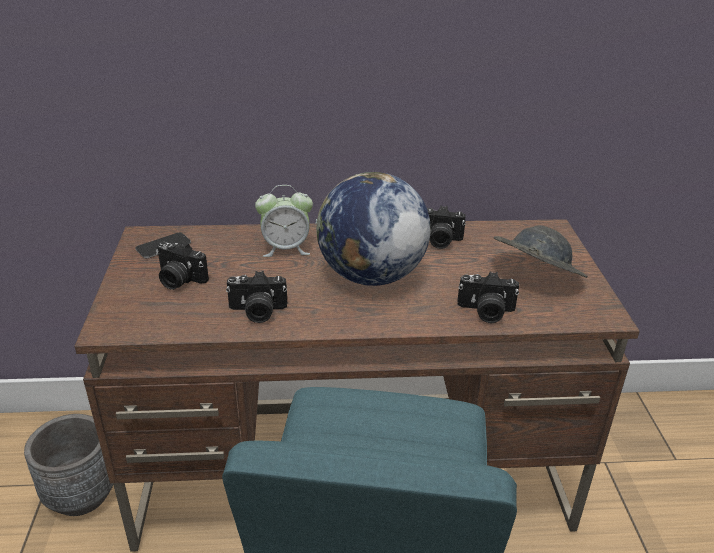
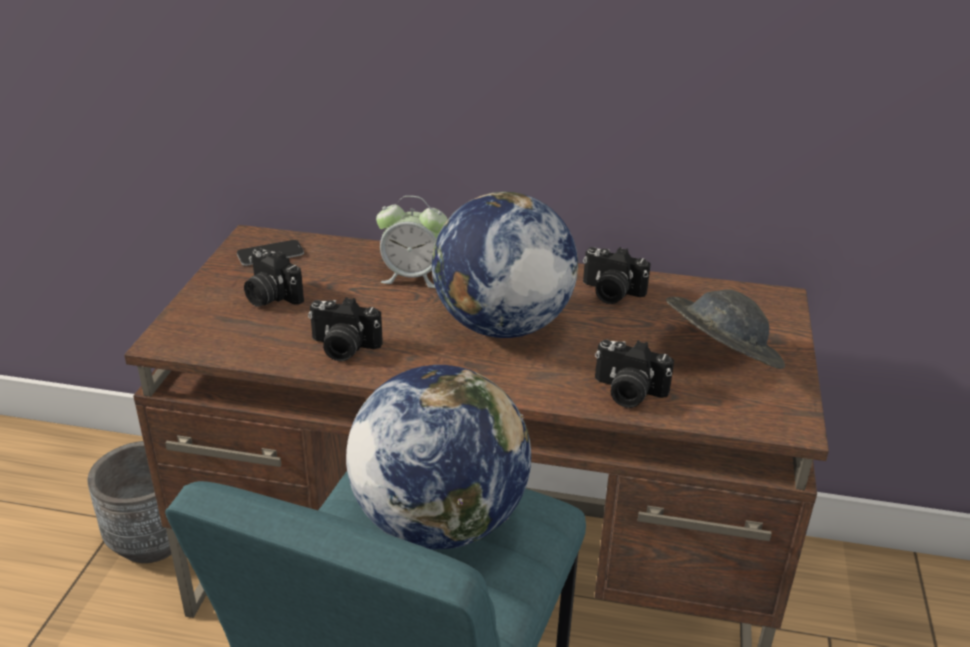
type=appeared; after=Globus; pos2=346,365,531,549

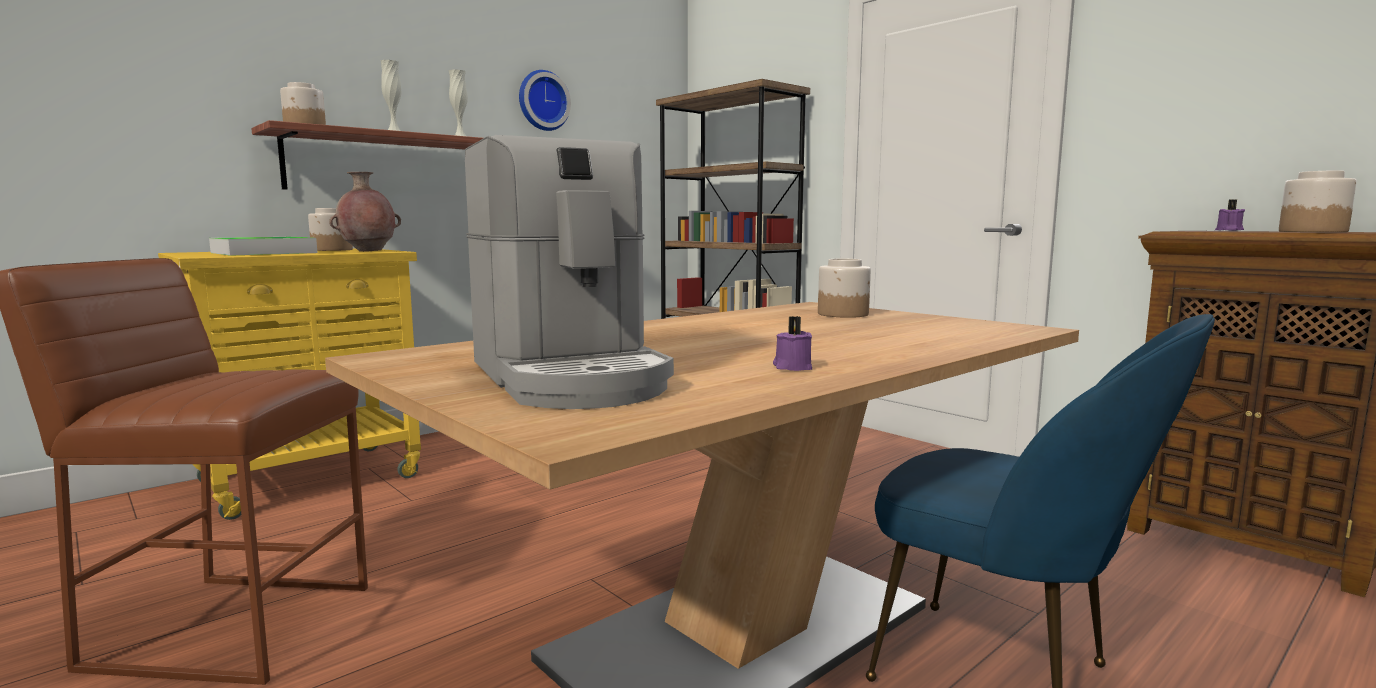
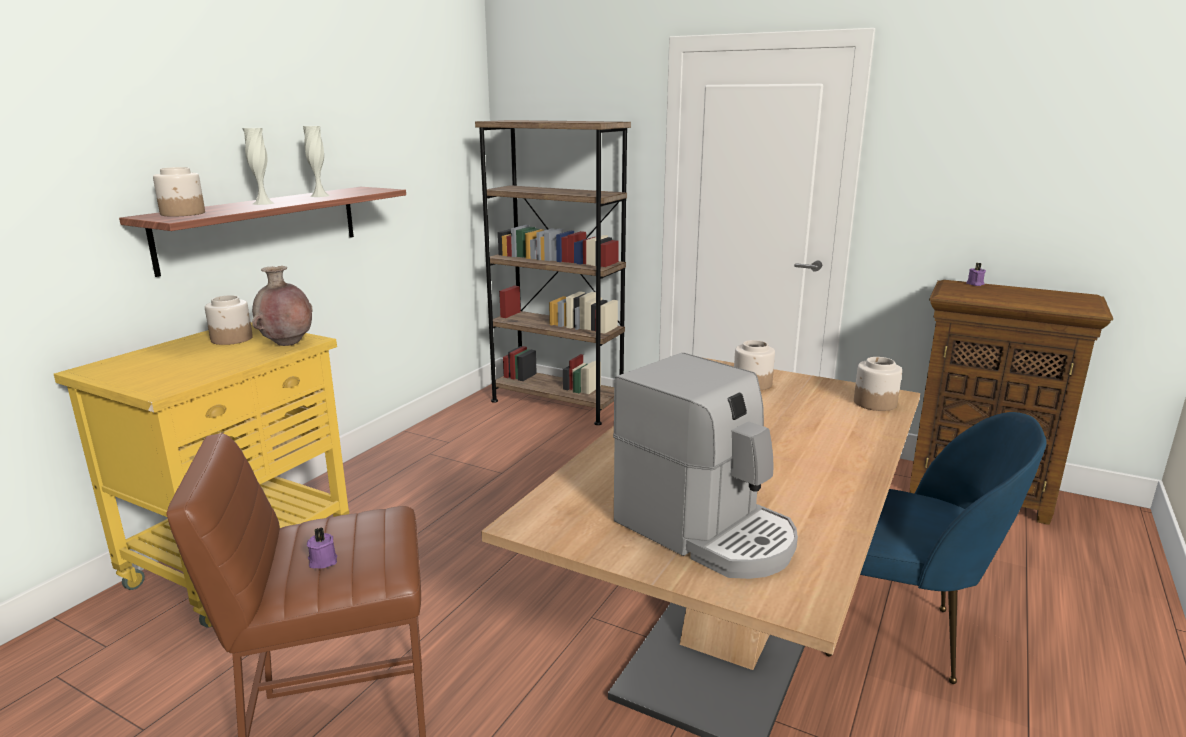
type=missing; before=Tablett; pos1=209,237,318,256
type=missing; before=Wanduhr; pos1=519,70,571,131
type=relocated; before=Kerze/lila; pos1=773,316,812,371; pos2=307,527,337,568
type=relocated; before=Vorratsglas; pos1=1279,170,1357,232; pos2=854,357,902,411

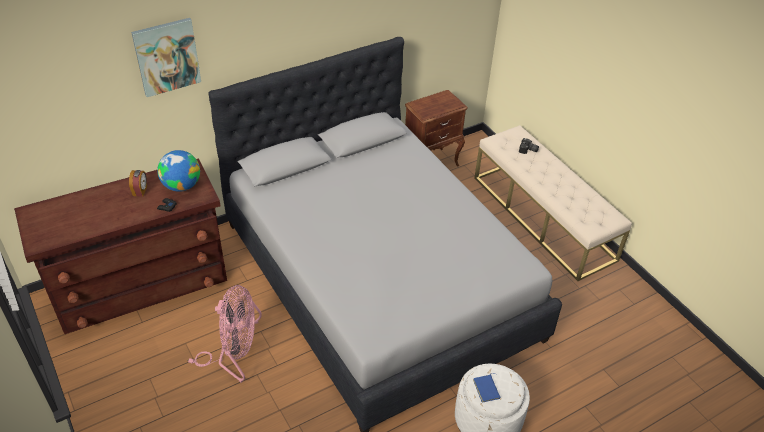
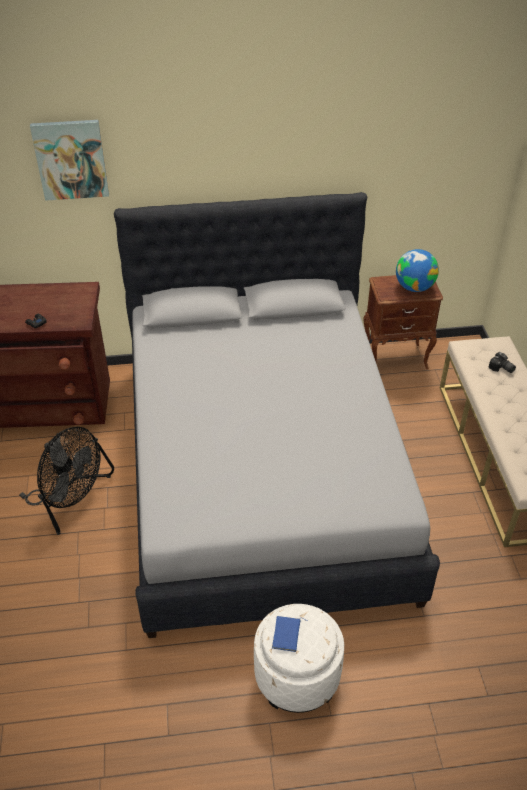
type=missing; before=Wecker; pos1=129,170,147,197
type=relocated; before=Globus; pos1=157,150,200,192; pos2=396,249,439,292
type=colour; before=Ventilator/rosa; after=Ventilator/schwarz; pos1=187,285,262,383; pos2=19,427,114,535

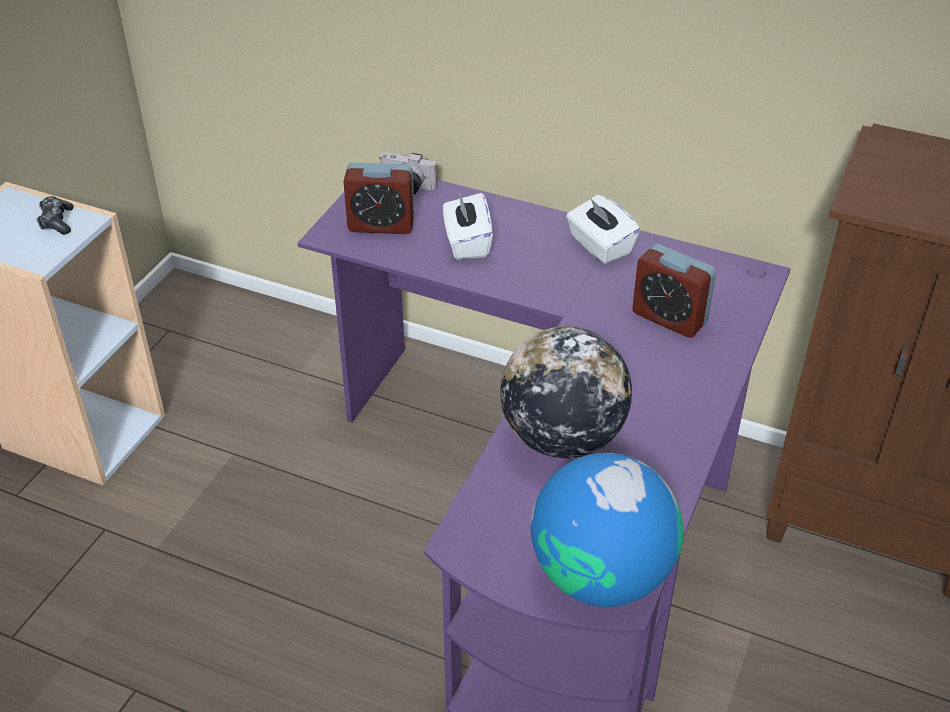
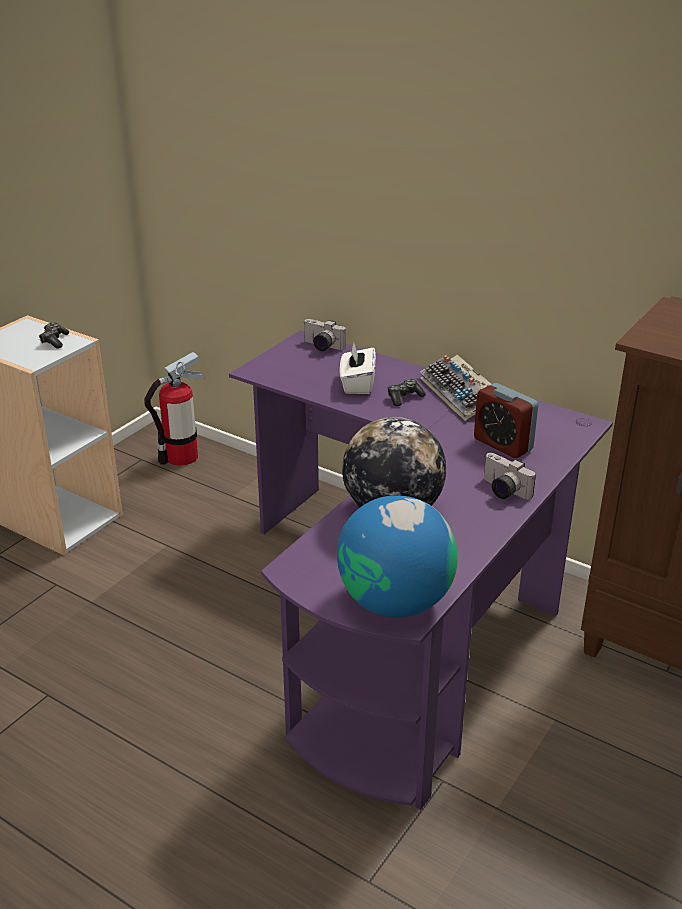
type=missing; before=Wecker; pos1=343,163,415,234
type=exchanged; before=Taschentuchbox/weiß; after=Tastatur; pos1=566,195,640,264; pos2=420,355,491,421
type=appeared; after=Feuerlöscher; pos2=144,352,204,466
type=appeared; after=Gamepad; pos2=387,379,426,406
type=appeared; after=Kamera; pos2=484,453,536,500

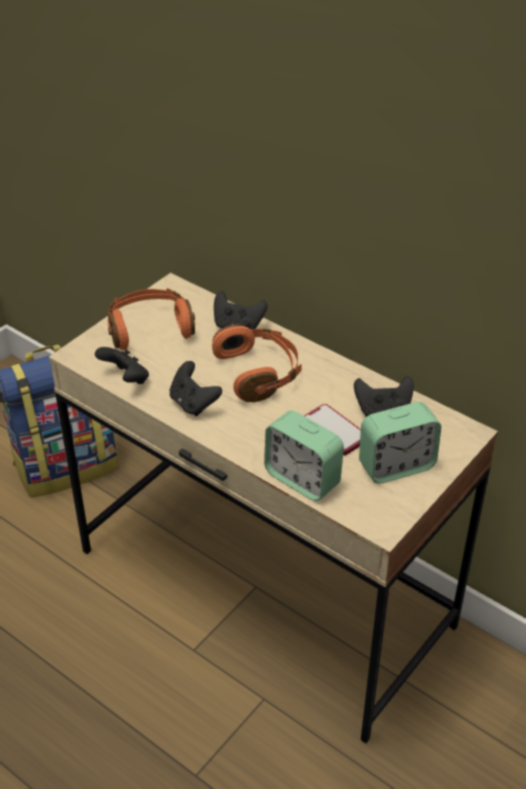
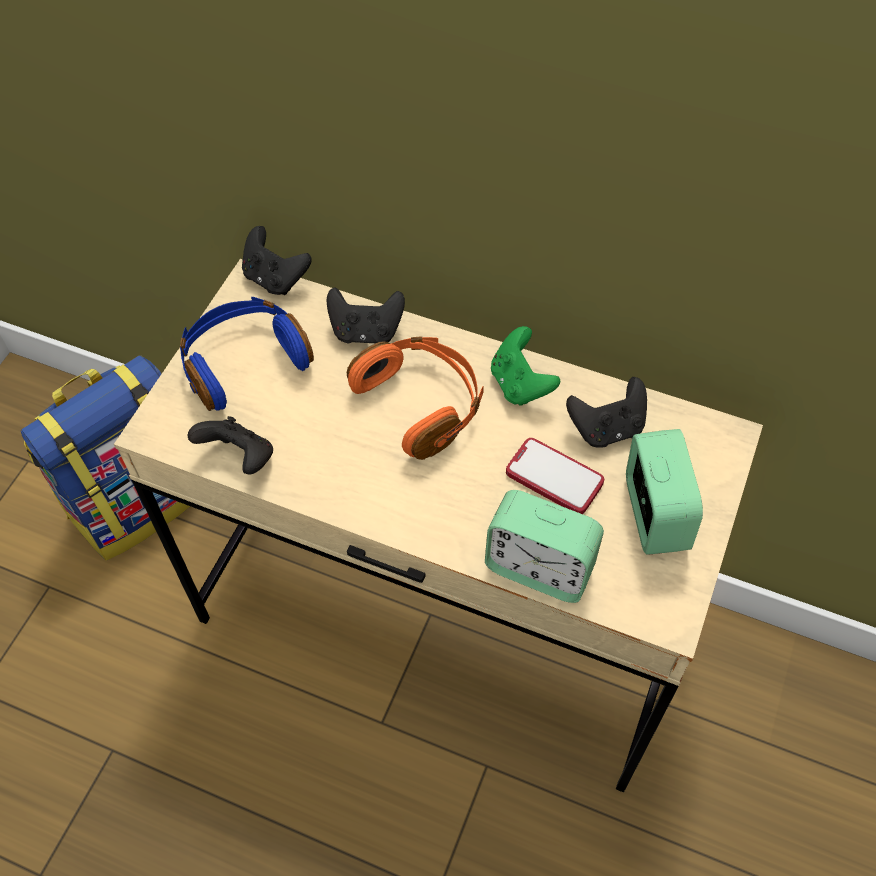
type=colour; before=Kopfhörer/orange; after=Kopfhörer/blau; pos1=108,288,195,350; pos2=180,297,314,411
type=relocated; before=Gamepad/schwarz; pos1=170,361,222,416; pos2=242,226,312,295
type=spun; before=Wecker; pos1=359,402,441,484; pos2=626,429,703,555; turn=-60
type=appeared; after=Gamepad/grün; pos2=491,326,560,406

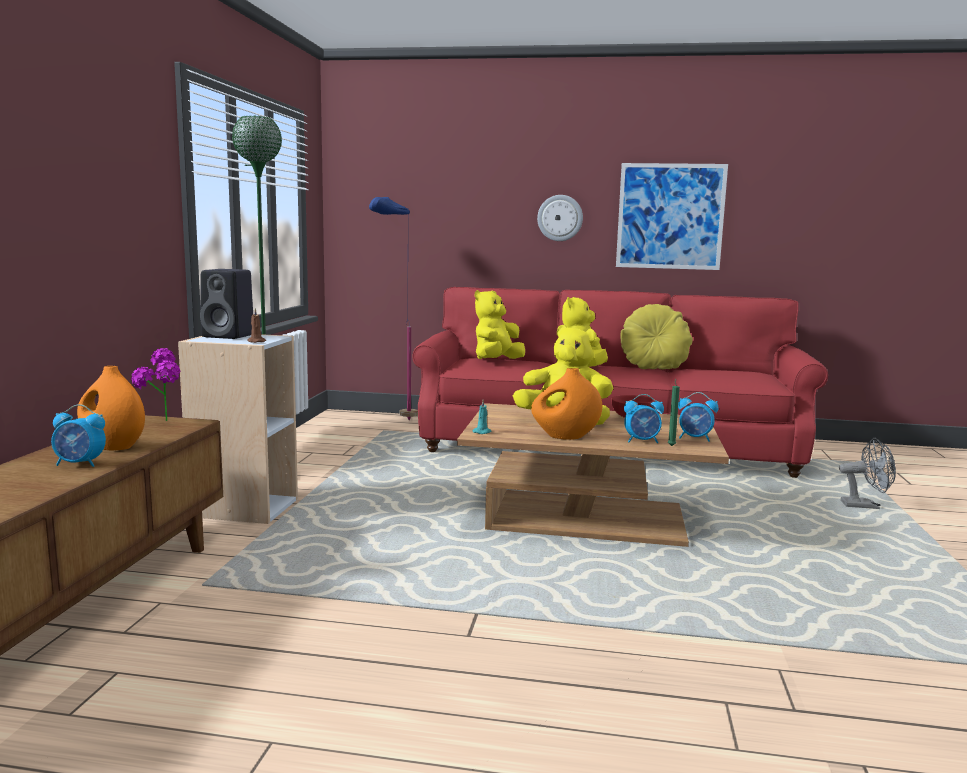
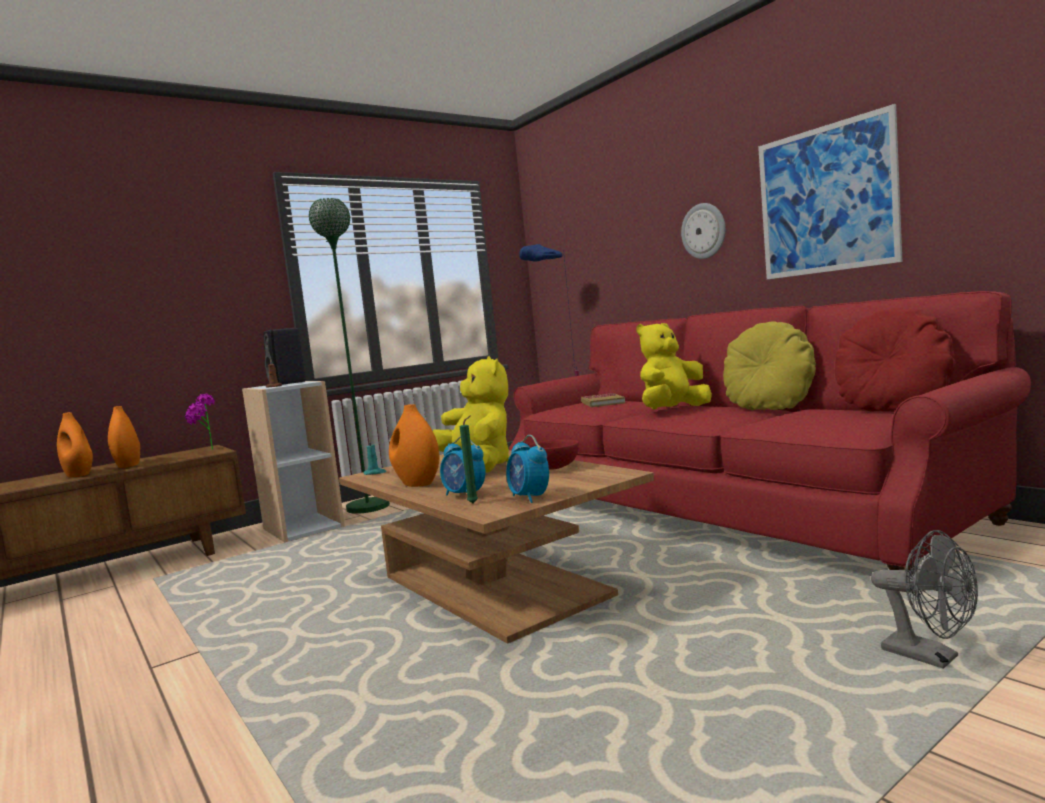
type=exchanged; before=Wecker; after=Vase/orange; pos1=51,404,106,467; pos2=57,412,93,478
type=exchanged; before=Plüschtier/gelb; after=Buch; pos1=475,290,525,359; pos2=581,393,625,407
type=appeared; after=Kissen/rot; pos2=835,308,956,411

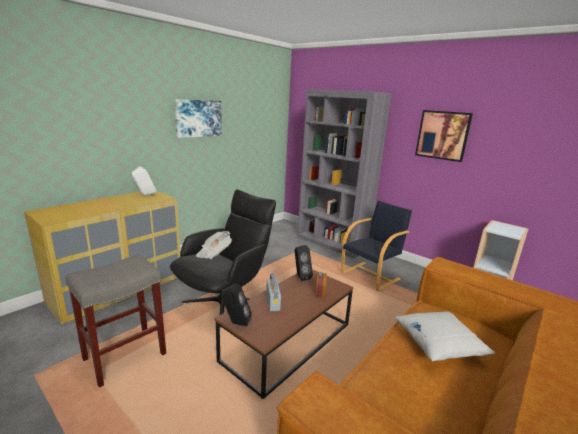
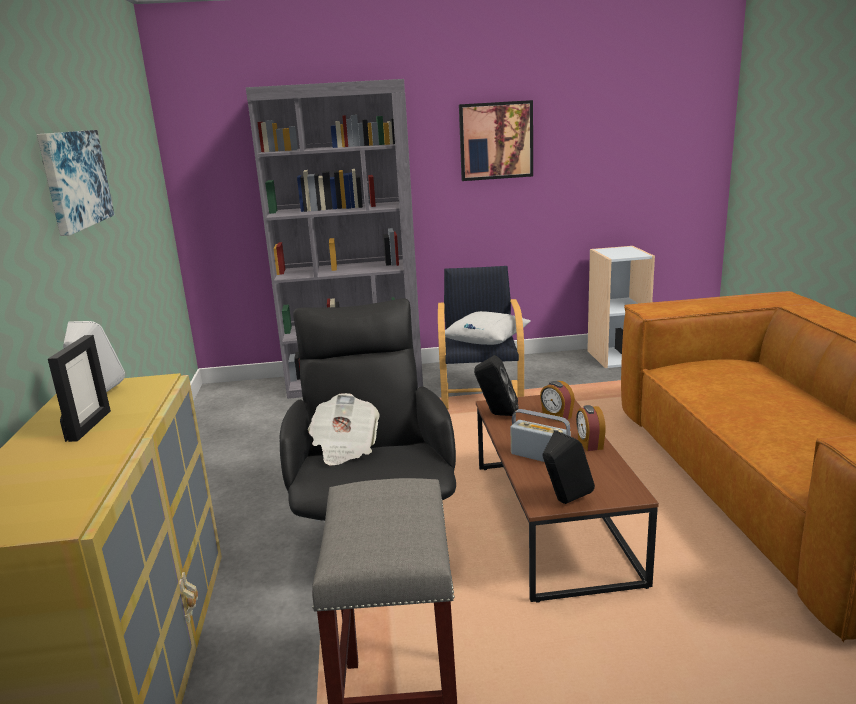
type=relocated; before=Kissen/grau; pos1=395,311,495,361; pos2=445,311,531,345
type=appeared; after=Bilderrahmen; pos2=48,335,111,442
type=appeared; after=Wecker; pos2=576,405,606,451

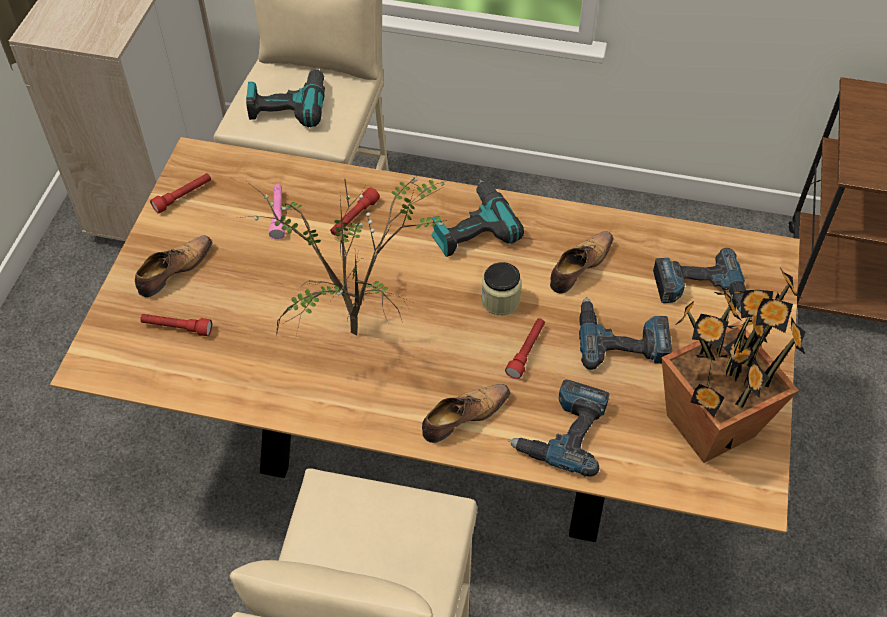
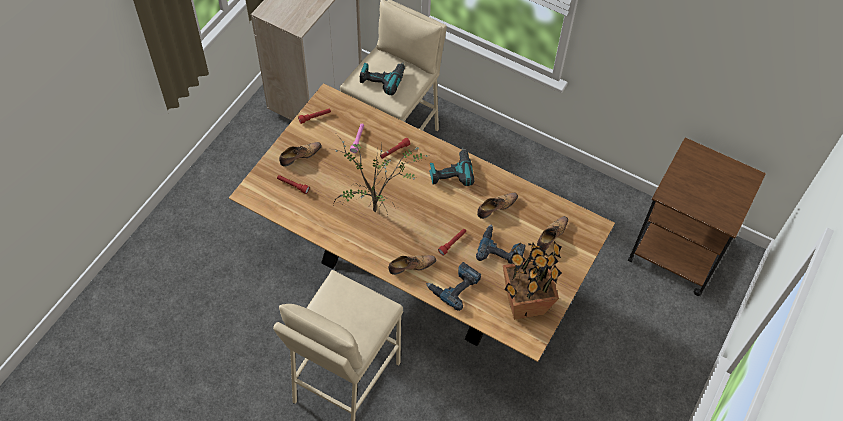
type=missing; before=Vorratsglas; pos1=481,262,521,315
type=exchanged; before=Bohrmaschine; after=Schuh; pos1=653,248,746,313; pos2=537,216,568,251

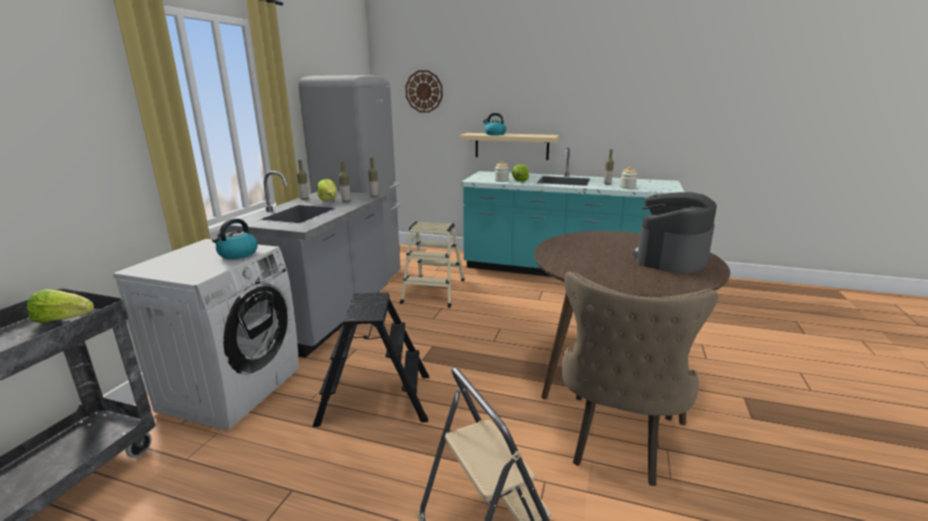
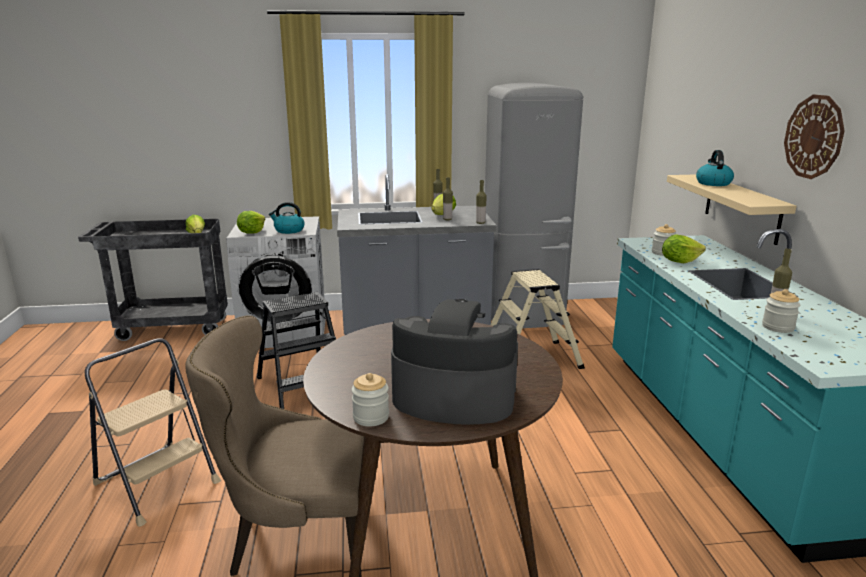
type=relocated; before=Wanduhr; pos1=405,70,443,113; pos2=784,94,845,179
type=appeared; after=Salatkopf; pos2=237,211,265,234
type=appeared; after=Vorratsglas; pos2=351,373,389,426

